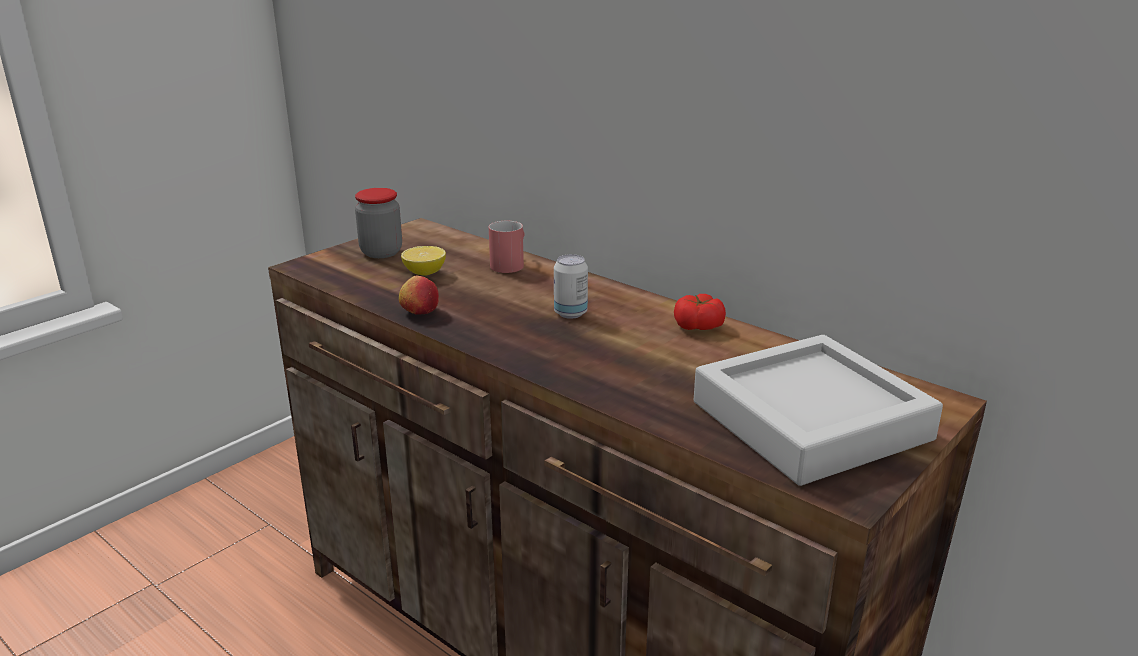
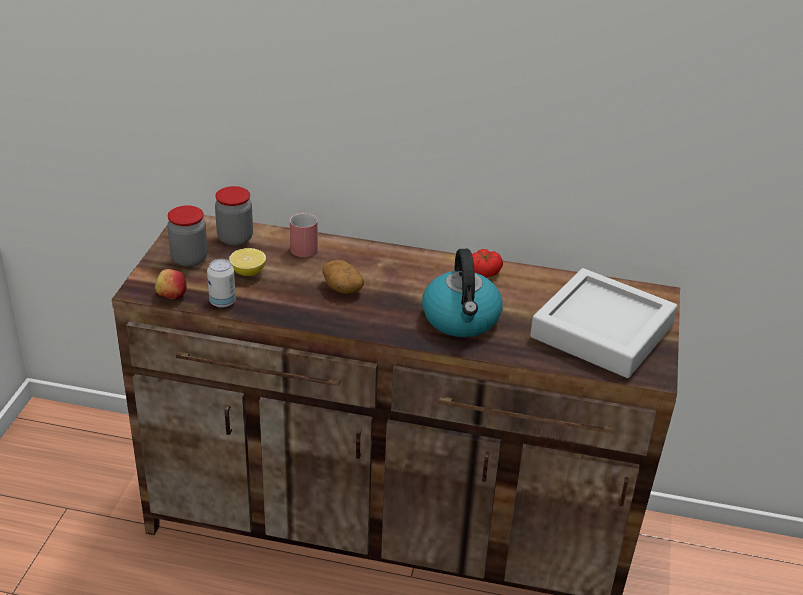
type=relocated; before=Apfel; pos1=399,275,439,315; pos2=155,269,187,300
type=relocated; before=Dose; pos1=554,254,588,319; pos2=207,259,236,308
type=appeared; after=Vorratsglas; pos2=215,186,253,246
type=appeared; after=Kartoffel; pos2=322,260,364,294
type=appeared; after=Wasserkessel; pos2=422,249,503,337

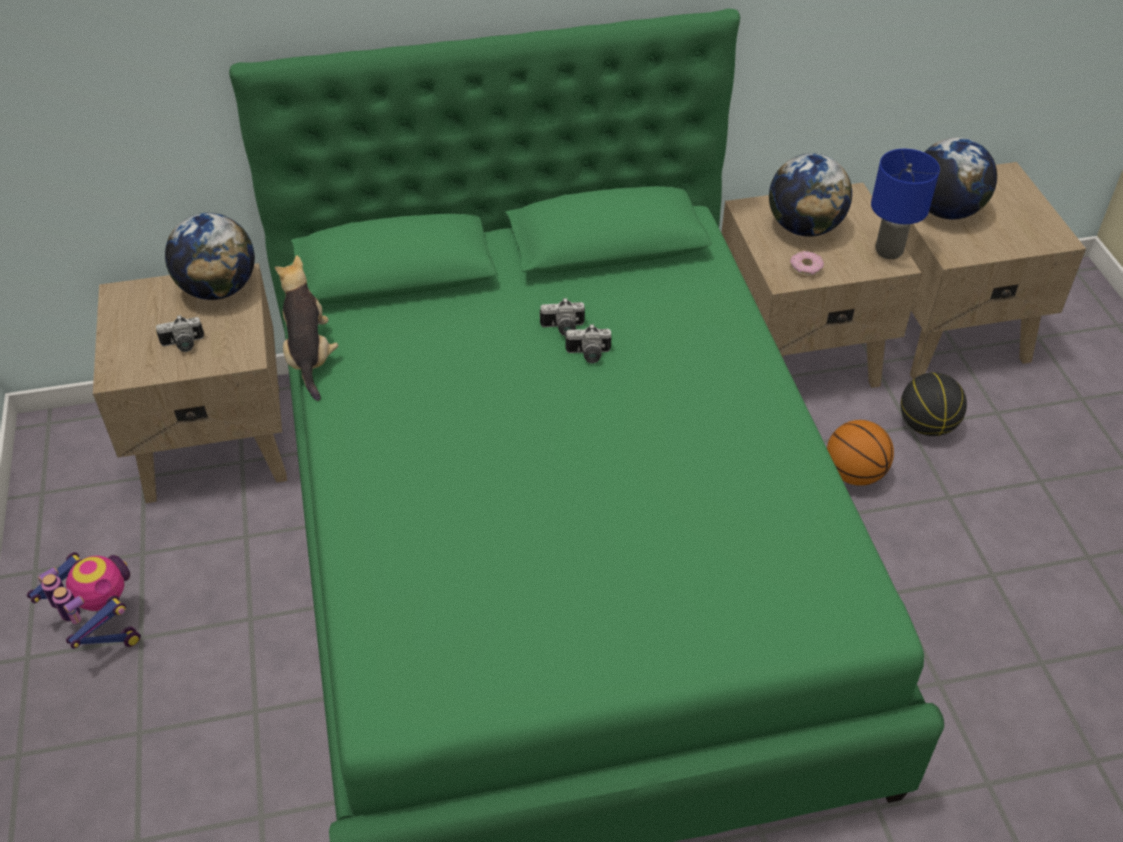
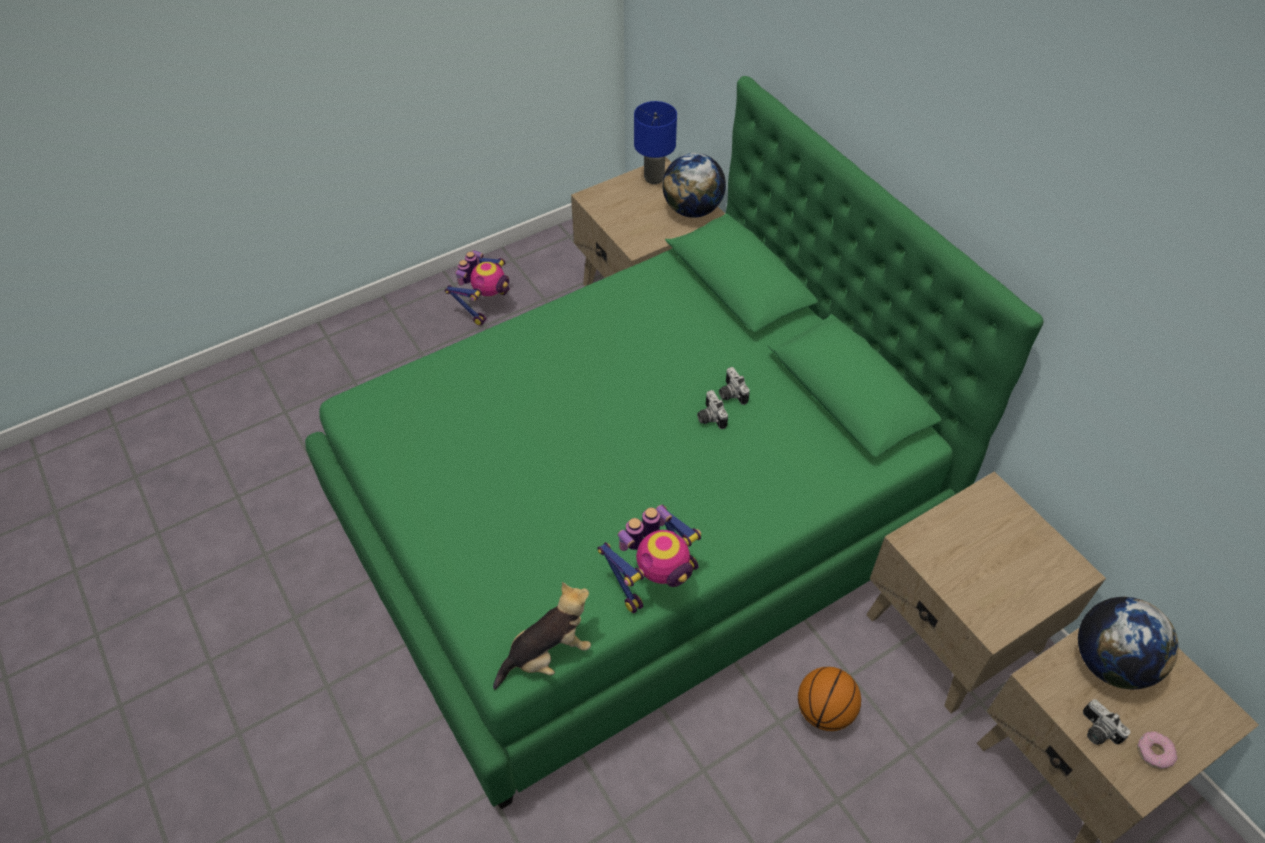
type=relocated; before=Kamera; pos1=156,315,204,352; pos2=1083,699,1130,745
type=relocated; before=Plüschtier; pos1=275,255,338,401; pos2=493,582,591,690
type=missing; before=Globus; pos1=769,153,852,237
type=relocated; before=Donut; pos1=790,251,824,277; pos2=1137,731,1177,769
type=relocated; before=Tischlampe/blau; pos1=871,149,940,259; pos2=634,101,677,184
type=missing; before=Basketball; pos1=901,372,967,436
type=appeared; after=Spielzeugroboter; pos2=598,505,701,614

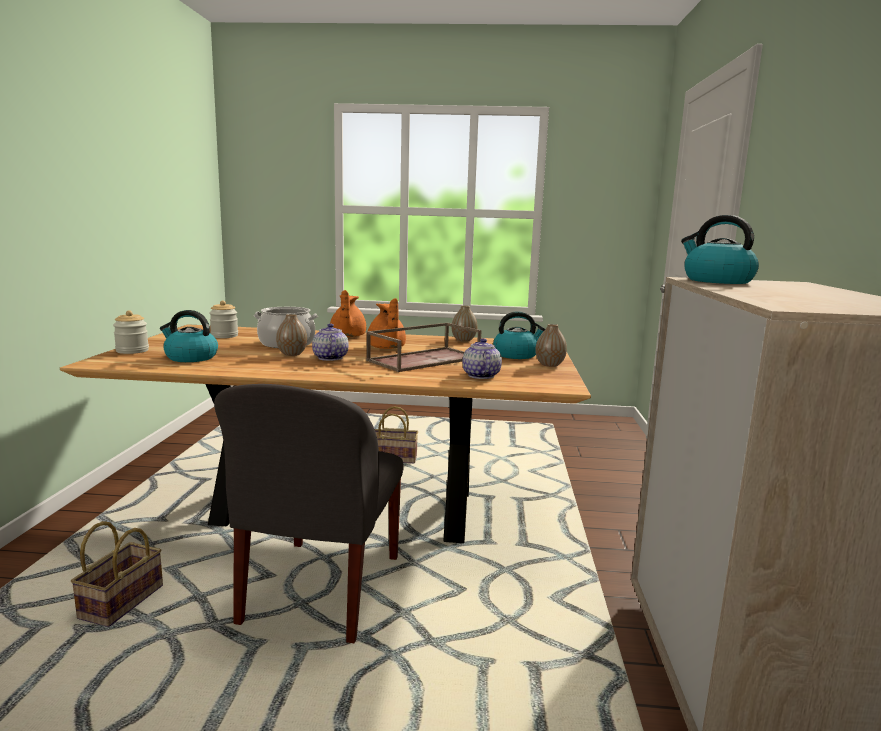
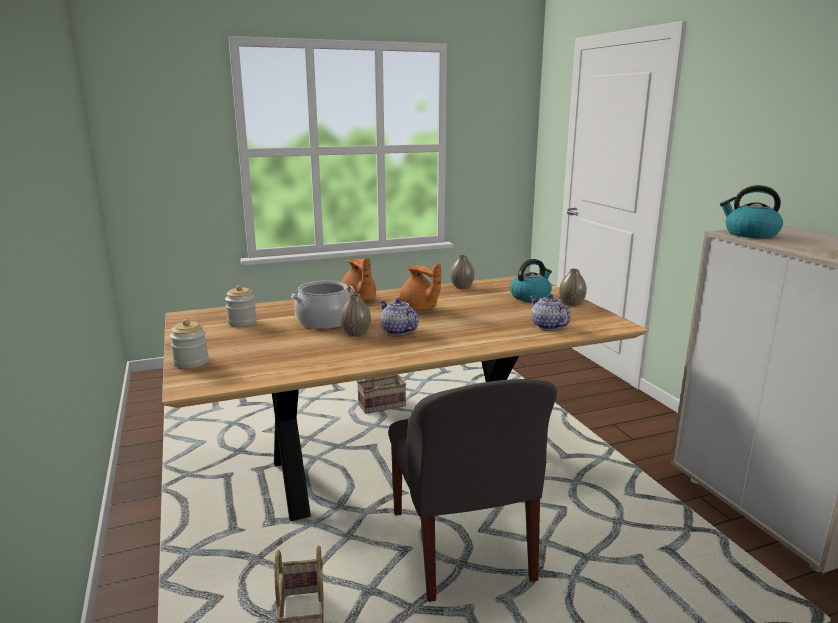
type=missing; before=Wasserkessel; pos1=160,310,218,362
type=missing; before=Tablett/braun; pos1=366,323,482,372

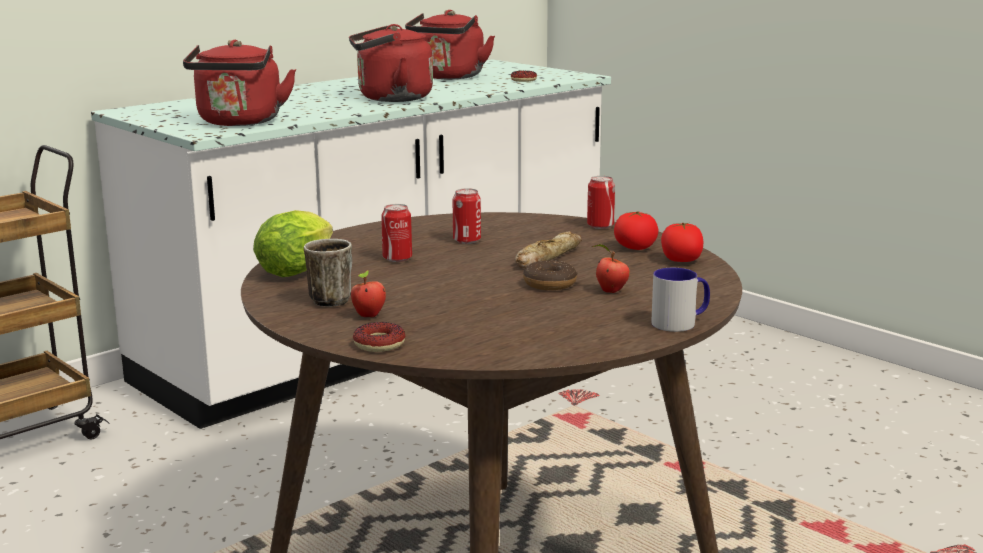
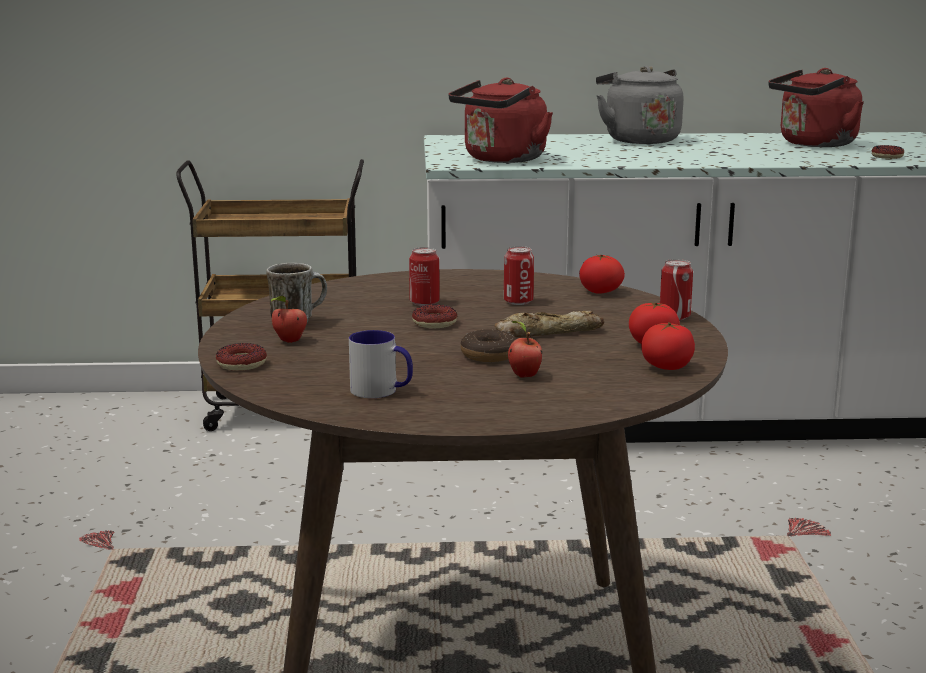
type=missing; before=Salatkopf; pos1=253,210,333,277
type=missing; before=Wasserkessel/rot; pos1=349,24,433,102
type=relocated; before=Henkelbecher; pos1=651,268,710,332; pos2=349,330,413,398
type=appeared; after=Donut; pos2=412,304,457,328
type=appeared; after=Tomate; pos2=579,255,625,294
type=appeared; after=Wasserkessel/grau; pos2=596,66,683,144

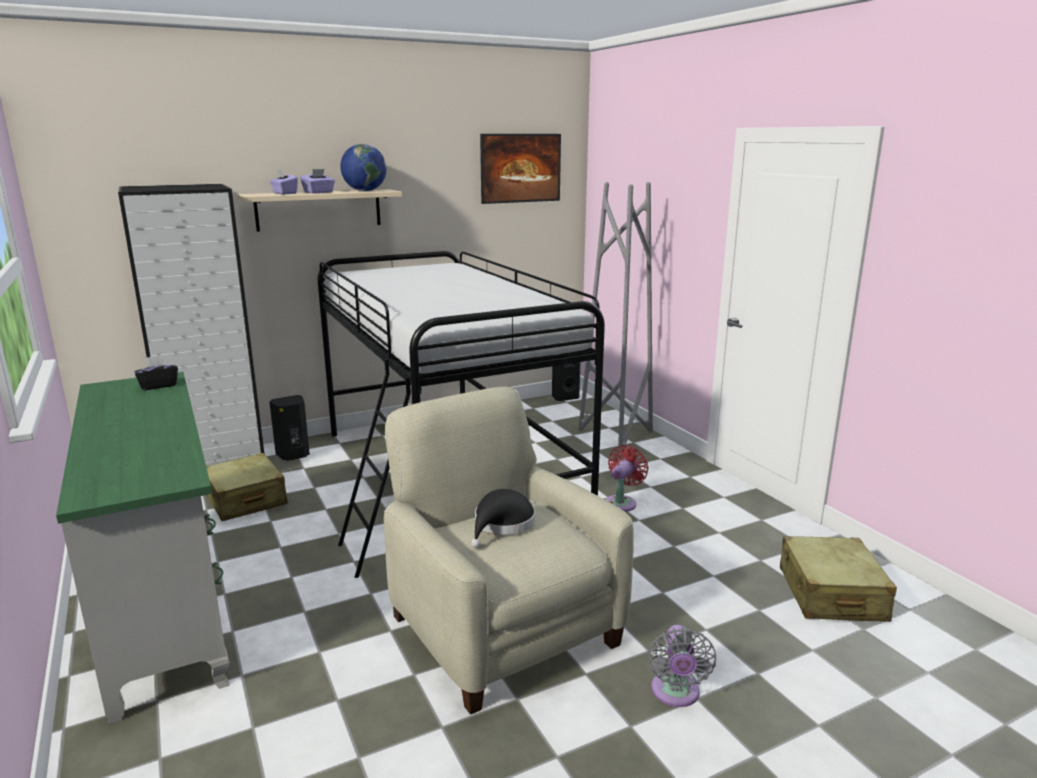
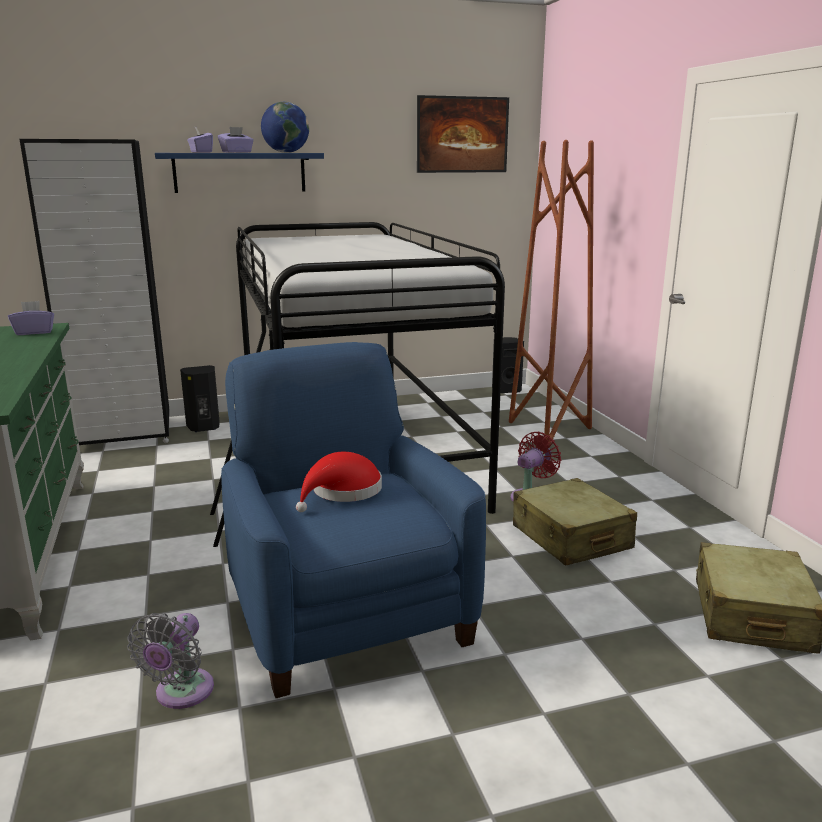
type=colour; before=Taschentuchbox/schwarz; after=Taschentuchbox/lila; pos1=134,355,178,390; pos2=8,301,55,335
type=relocated; before=Koffer/beige; pos1=206,453,288,521; pos2=513,478,637,566
type=colour; before=Wandregal/beige; after=Wandregal/blau; pos1=238,189,402,232; pos2=155,153,324,193
type=colour; before=Sessel/beige; after=Sessel/blau; pos1=384,387,634,715; pos2=221,342,486,698
type=colour; before=Hut/schwarz; after=Hut/rot; pos1=471,489,535,548; pos2=296,452,382,512
type=colour; before=Kleiderständer/grau; after=Kleiderständer/braun; pos1=579,182,653,457; pos2=509,140,594,445
type=relocated; before=Ventilator/grau; pos1=648,625,716,707; pos2=127,613,214,709

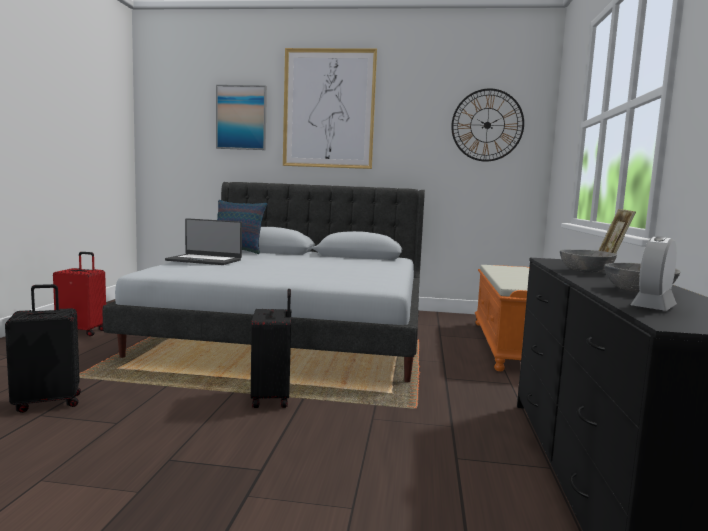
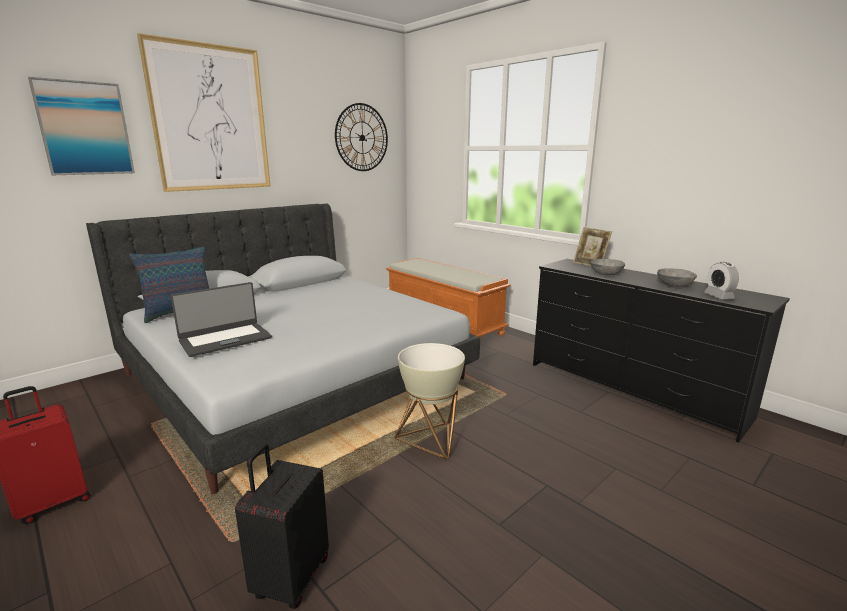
type=exchanged; before=Koffer/schwarz; after=Pflanzkübel; pos1=251,289,292,408; pos2=395,343,465,459

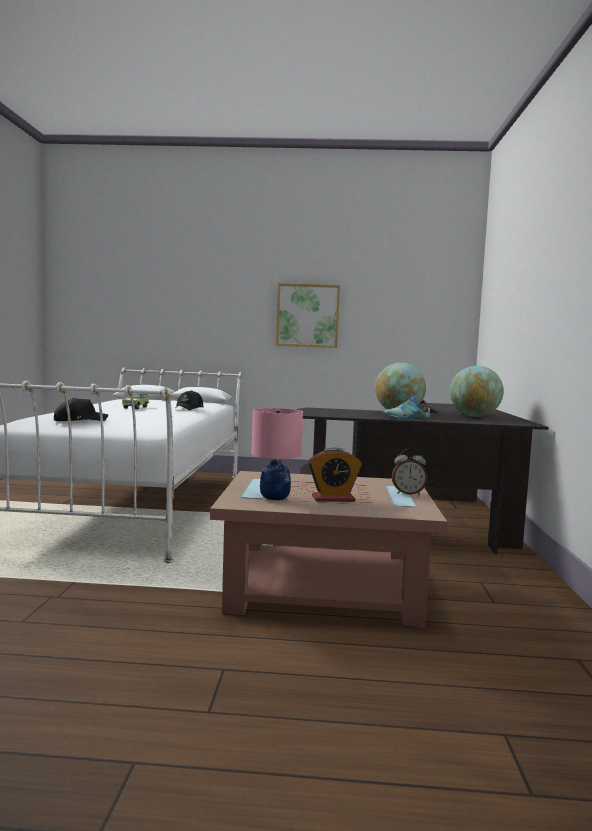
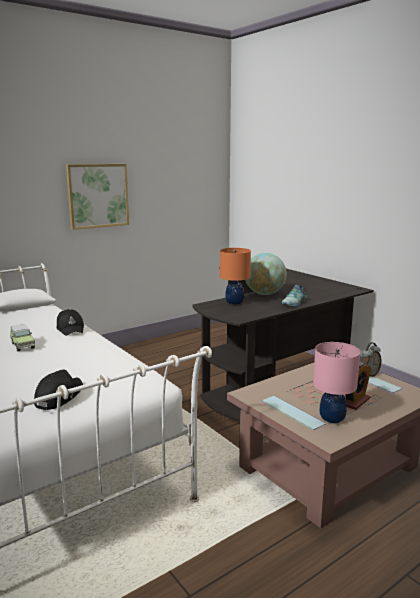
type=missing; before=Globus; pos1=450,366,504,417
type=appeared; after=Tischlampe/orange; pos2=220,248,251,305

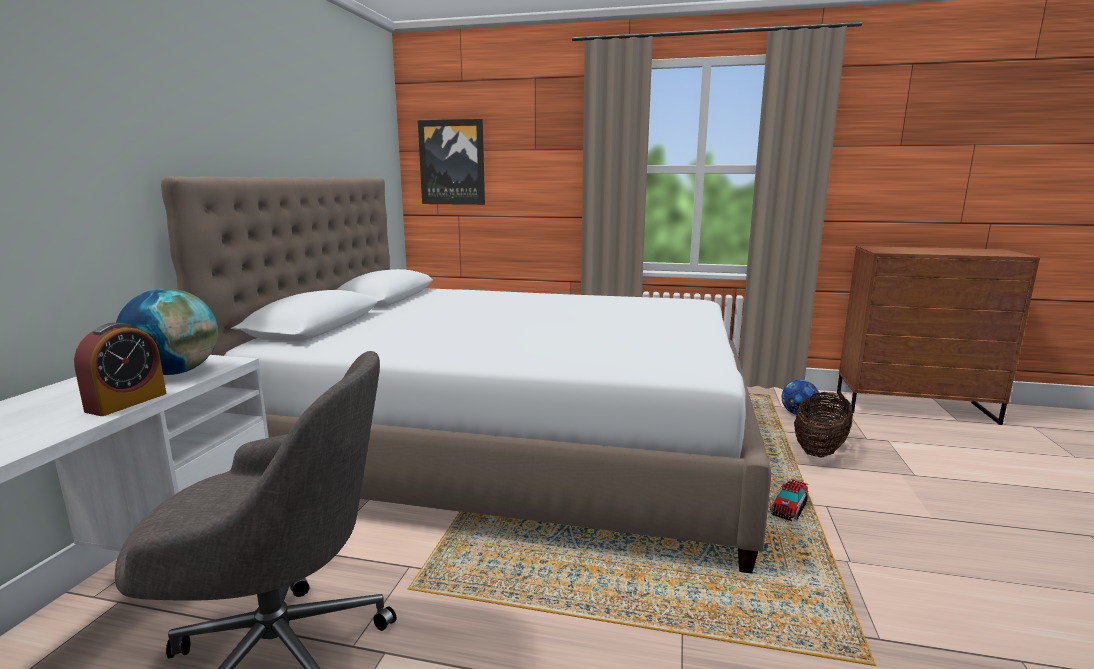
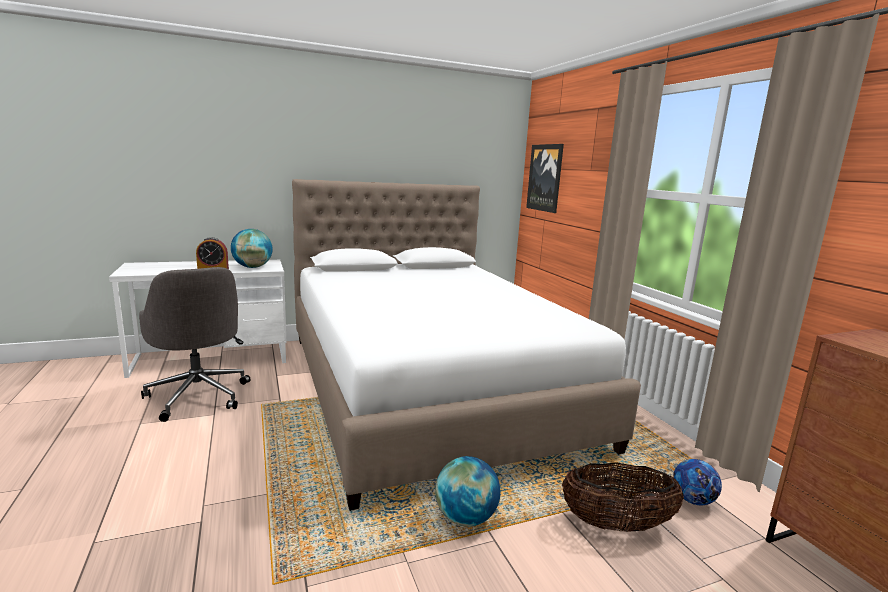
type=exchanged; before=Spielzeuglaster; after=Globus; pos1=770,479,808,521; pos2=435,456,500,526

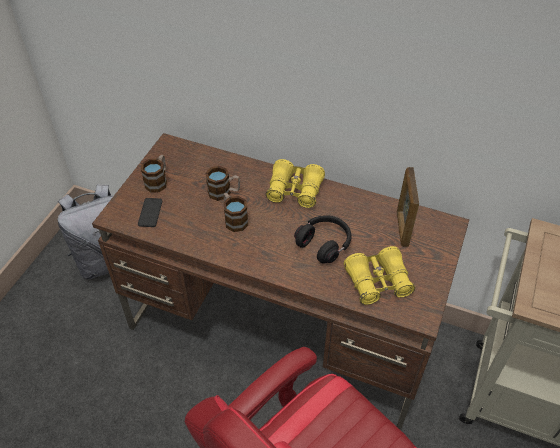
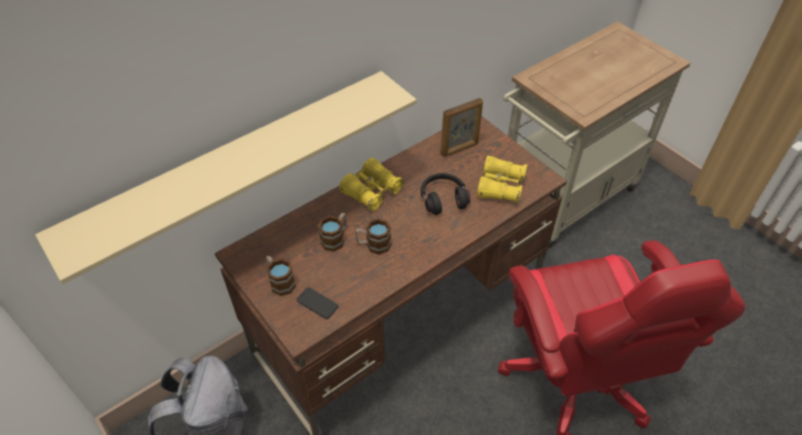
type=spun; before=Bilderrahmen; pos1=397,167,419,247; pos2=440,98,483,157; turn=-60
type=appeared; after=Wandregal/beige; pos2=35,71,417,284

